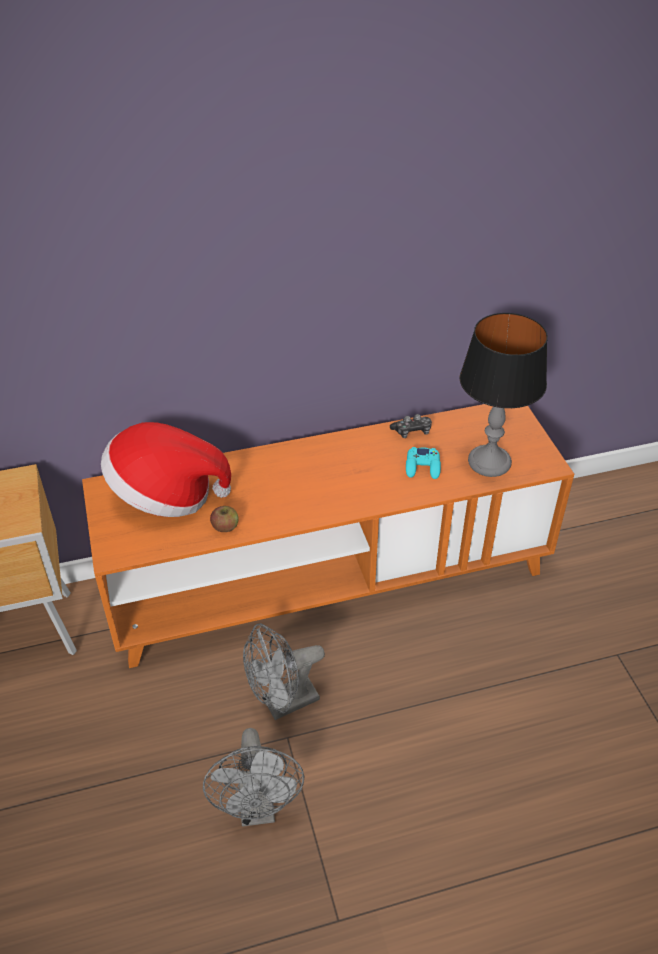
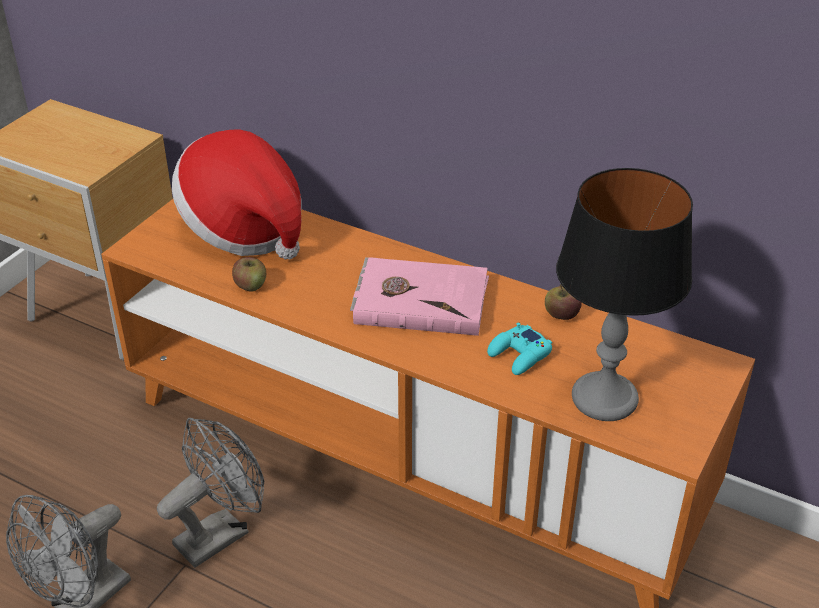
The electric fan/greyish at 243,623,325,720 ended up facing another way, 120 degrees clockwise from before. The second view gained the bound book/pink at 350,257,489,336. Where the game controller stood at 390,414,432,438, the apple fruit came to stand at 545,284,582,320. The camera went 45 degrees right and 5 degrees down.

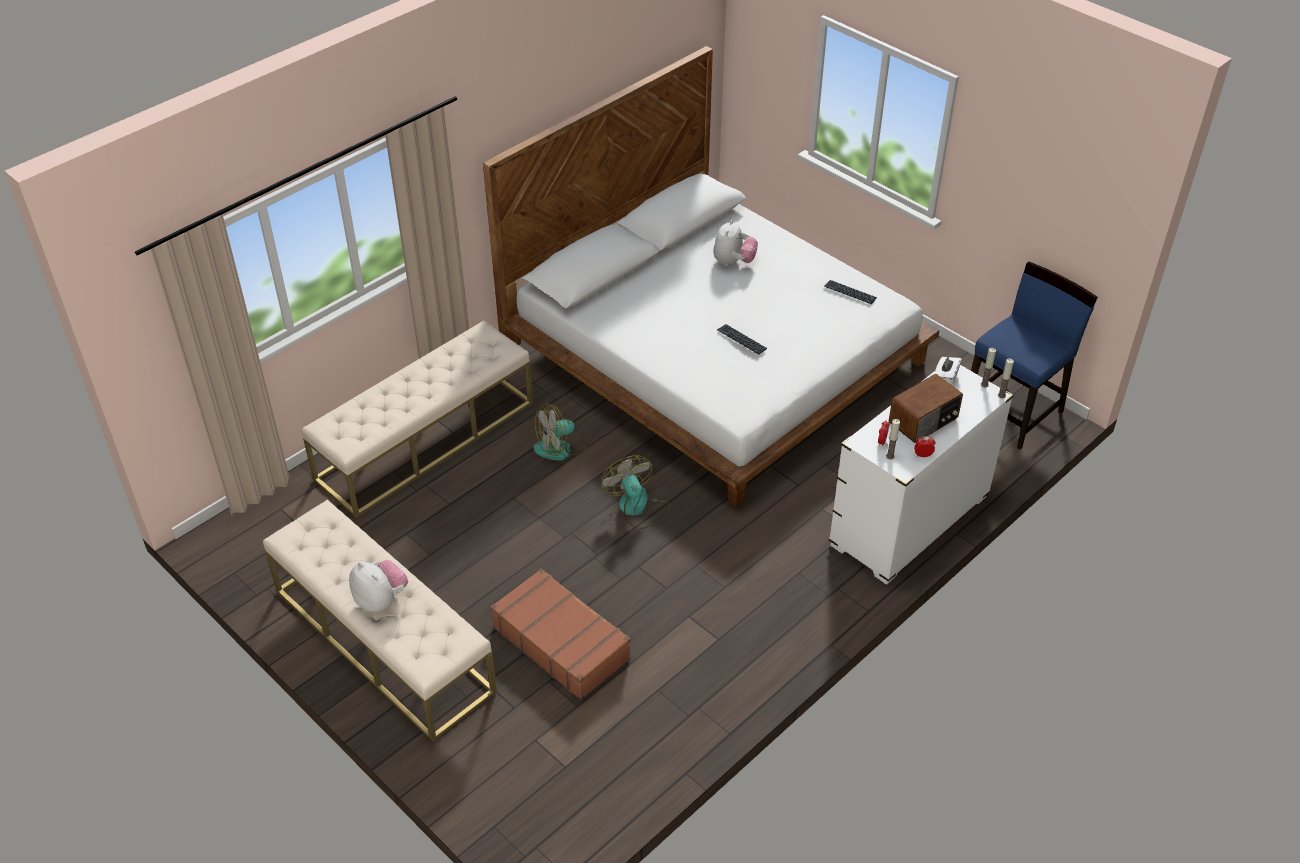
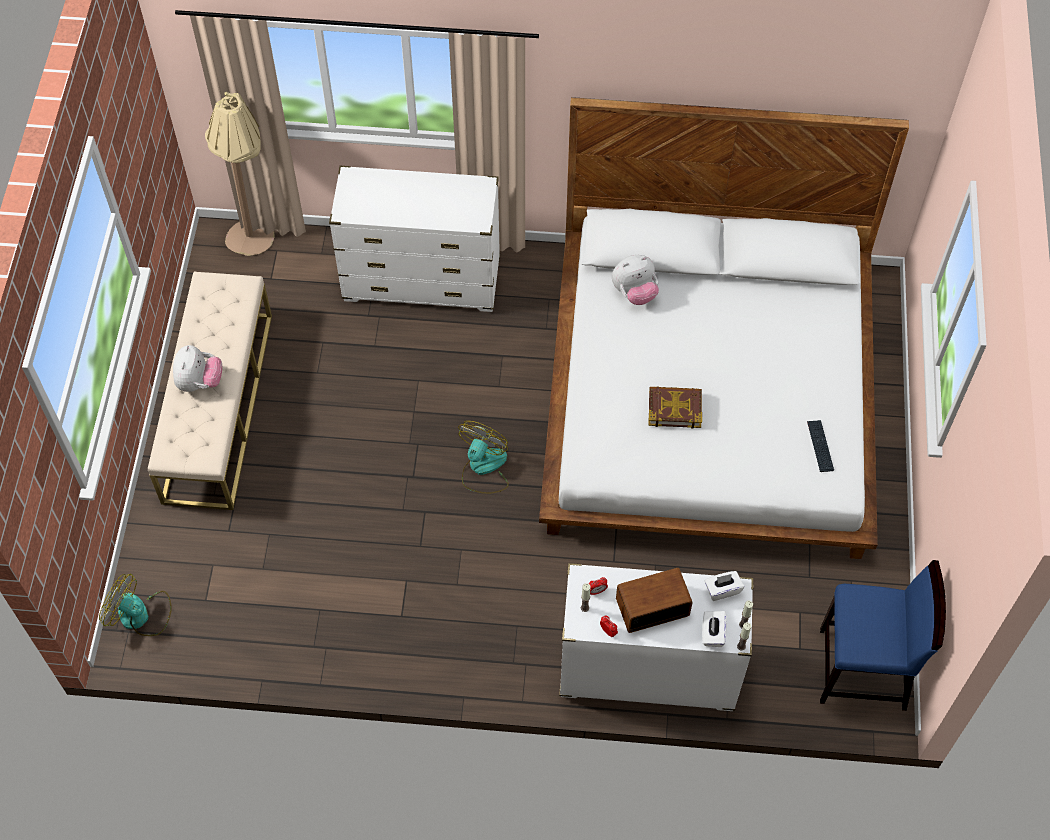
The electric fan ended up elsewhere, having gone from 533,404,588,461 to 99,574,172,636. The second view gained the standing lamp/sand-coloured at 205,91,275,256. Where the long seat/sand-coloured stood at 302,321,533,518, the dresser/white-coloured came to stand at 329,166,500,312. The cuddly toy ended up elsewhere, having gone from 713,220,758,266 to 612,255,659,305. The radio at 889,374,963,443 ended up facing another way, 150 degrees clockwise from before. Where the keyboard stood at 717,324,767,355, the bound book came to stand at 649,387,702,429. The second view gained the tissue holder/white-coloured at 702,611,726,647. The second view lost the piece of luggage/brown-coloured at 490,568,631,700. The camera went 50 degrees right and 15 degrees up.

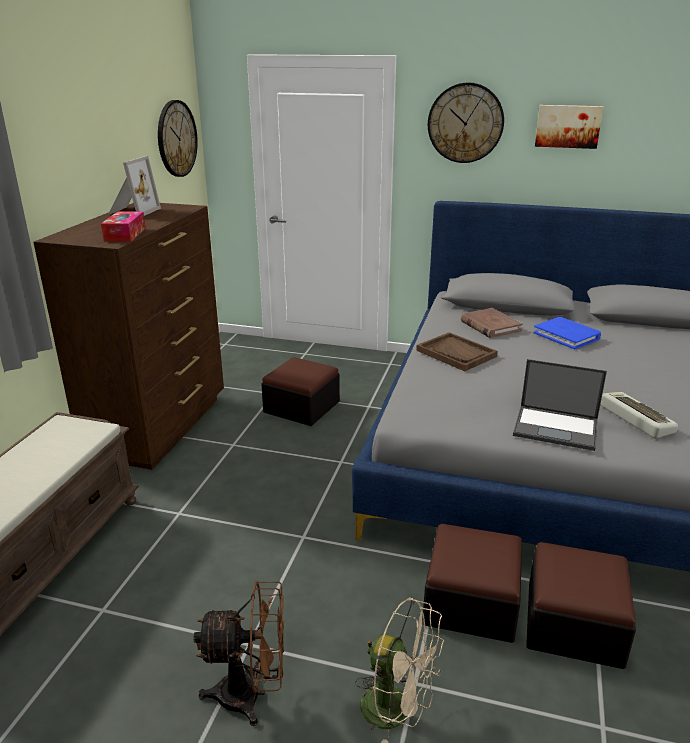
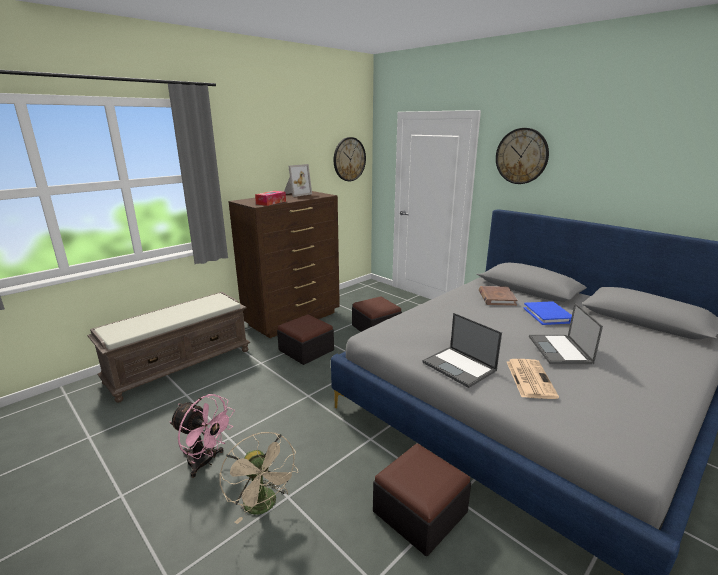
What was the electric fan/brown-coloured at 193,581,284,726 turned into the electric fan/pink at 169,394,235,478. The pouffe ended up elsewhere, having gone from 422,524,522,643 to 277,315,334,365. Where the keyboard stood at 600,392,678,438, the newspaper came to stand at 507,359,559,399. The second view gained the laptop at 529,303,603,364. The second view lost the carrying tray/brown-coloured at 416,332,498,371. The second view lost the wall art at 535,105,603,149. The camera went 30 degrees right and 5 degrees down.

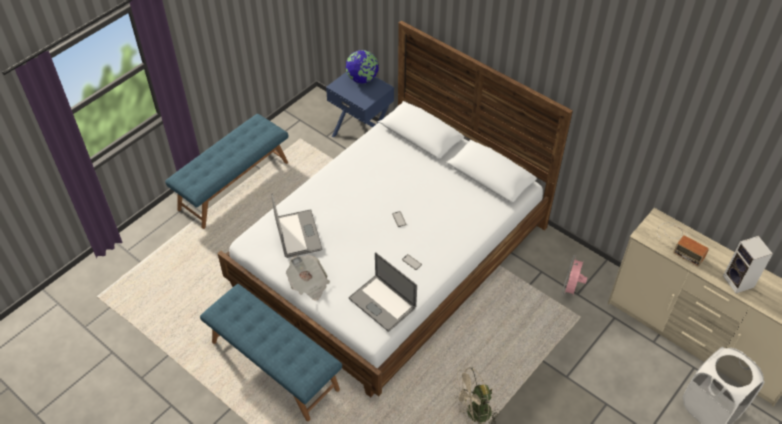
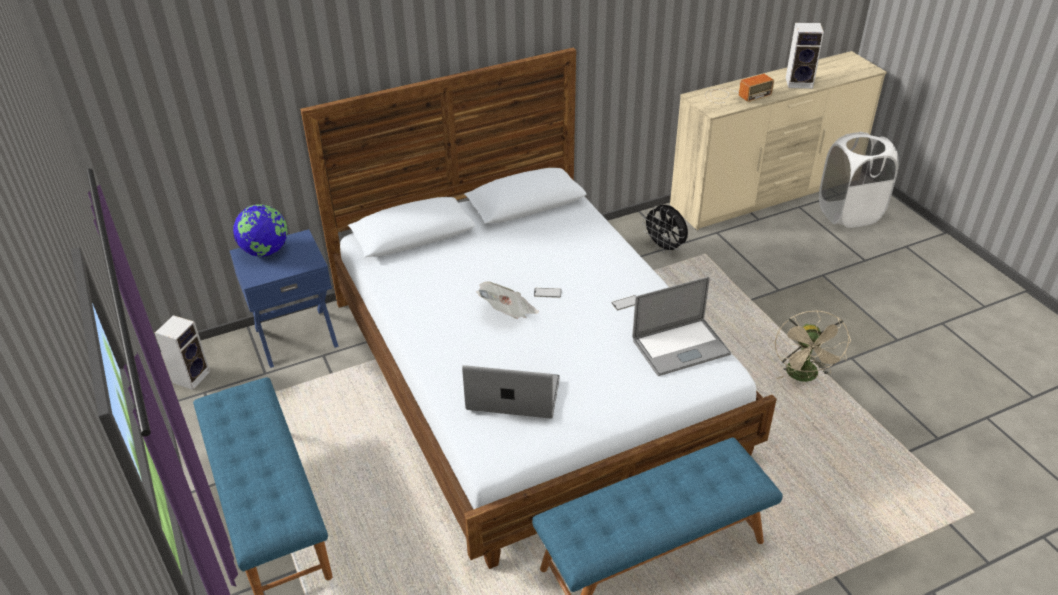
The second view gained the audio speaker at 155,315,211,390. The newspaper ended up elsewhere, having gone from 286,255,330,301 to 476,281,539,319. What was the electric fan/pink at 562,255,587,296 turned into the electric fan/black-coloured at 642,205,688,254. The camera went 65 degrees left and 10 degrees down.

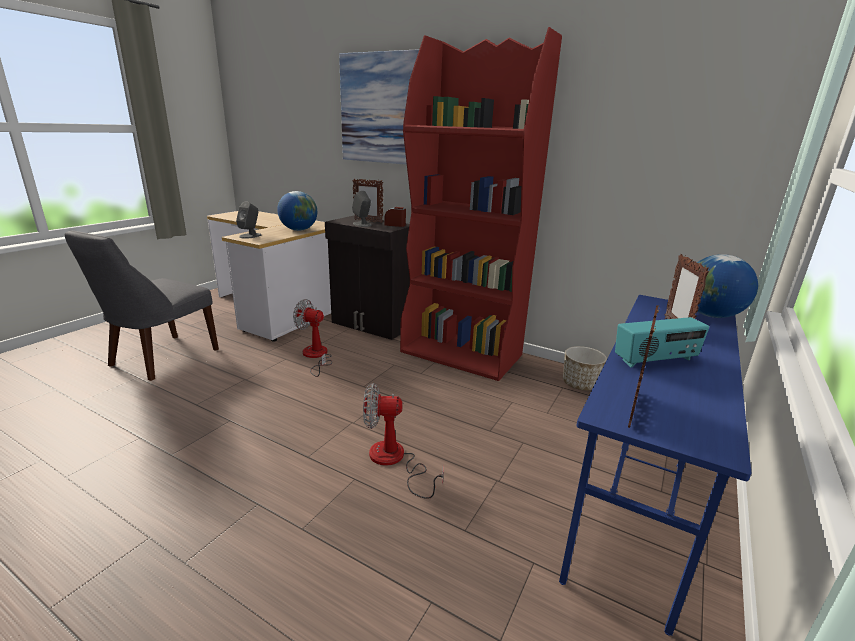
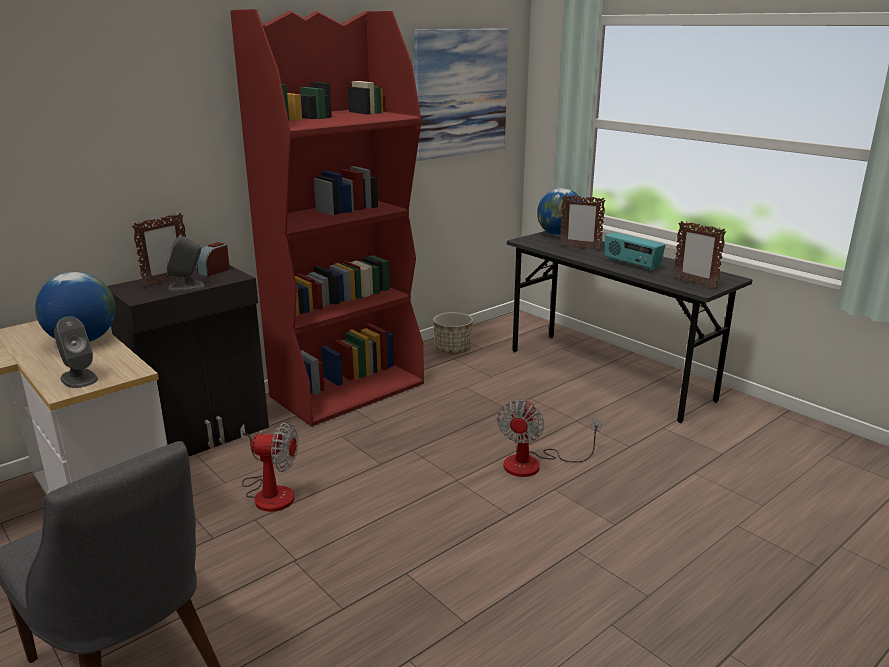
The electric fan at 293,299,332,377 ended up facing another way, 120 degrees counterclockwise from before. The wall art ended up elsewhere, having gone from 339,49,419,165 to 414,29,509,161. What was the desk/bluish at 559,295,751,636 turned into the desk/greyish at 507,231,752,423. The radio at 615,317,709,367 ended up facing another way, 135 degrees clockwise from before. The camera went 70 degrees left and 0 degrees up.

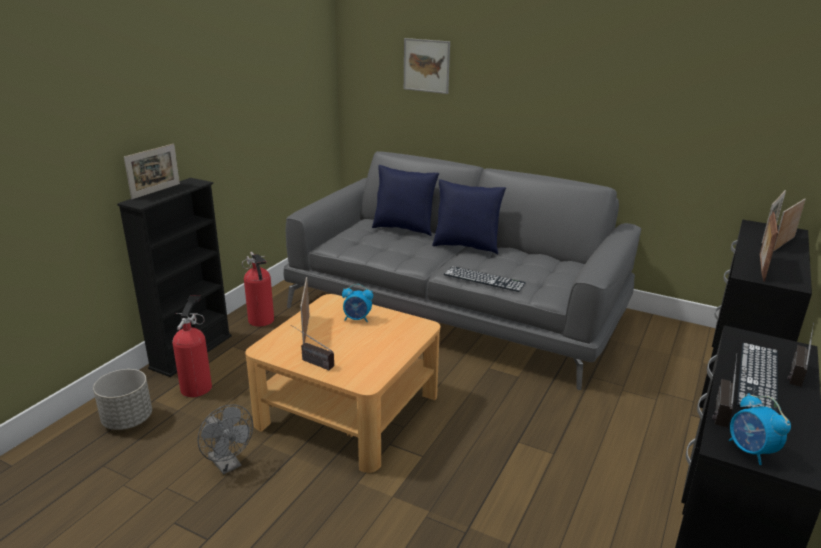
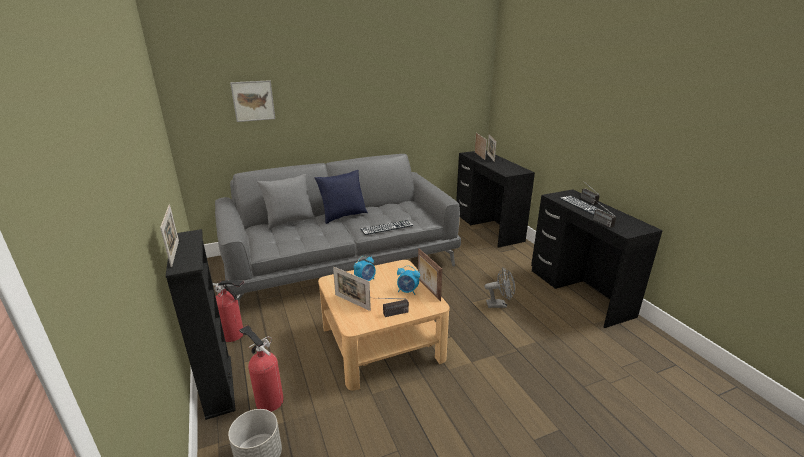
What was the cushion/bluish at 372,165,439,236 turned into the cushion/greyish at 257,174,316,229. The bedside clock ended up elsewhere, having gone from 729,394,791,465 to 397,265,420,295. The standing frame ended up elsewhere, having gone from 760,212,778,282 to 418,248,442,301. The electric fan/greyish ended up elsewhere, having gone from 197,404,253,475 to 484,267,515,308. The camera went 50 degrees left and 0 degrees up.

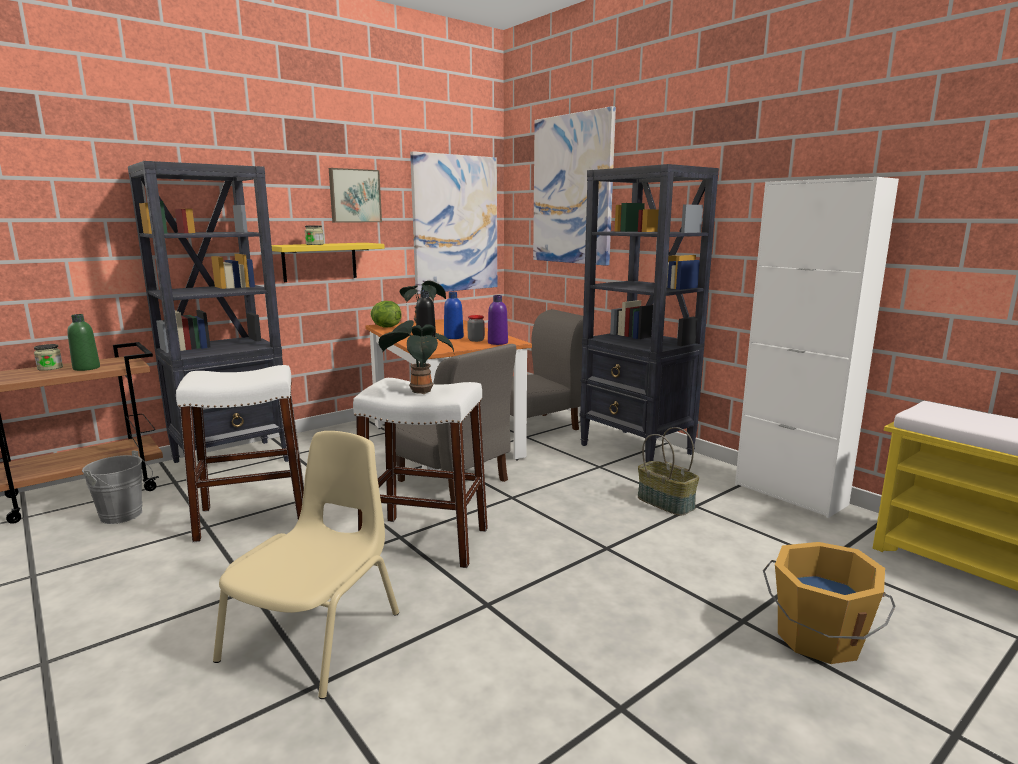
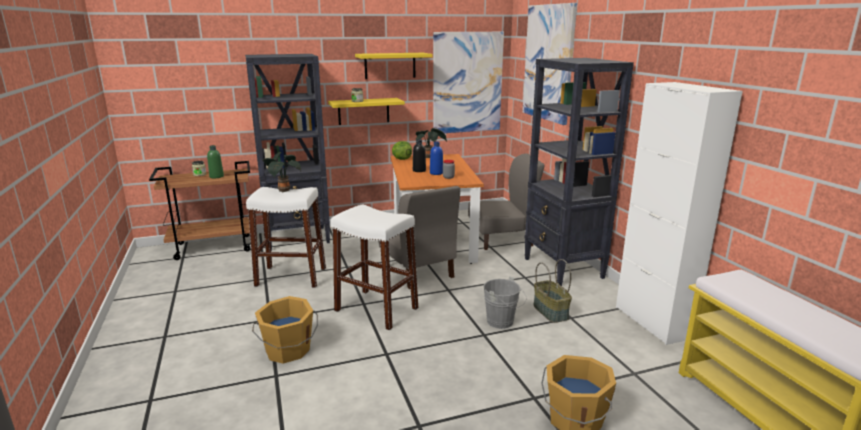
Where the upright chair/sand-coloured stood at 213,431,399,699, the bucket/orange came to stand at 252,296,318,364. The plant in a pot ended up elsewhere, having gone from 379,320,454,395 to 262,152,301,192. Where the wall art hung at 329,168,382,223, the wall shelf/yellow came to hang at 355,53,433,79. The bucket/greyish ended up elsewhere, having gone from 82,450,153,524 to 483,276,526,329. The second view lost the drink bottle/purple at 488,295,508,345. The camera went 20 degrees right and 5 degrees up.

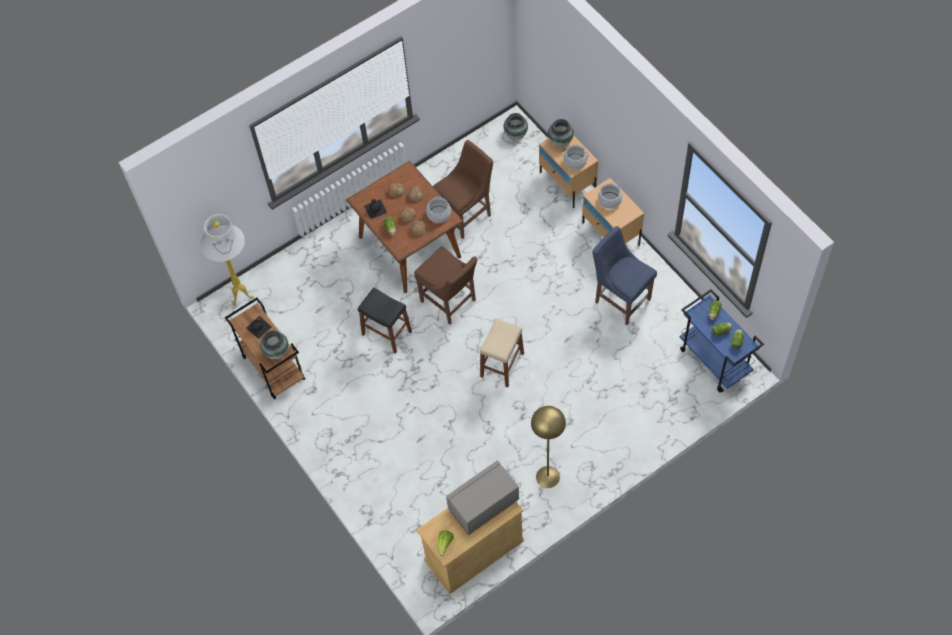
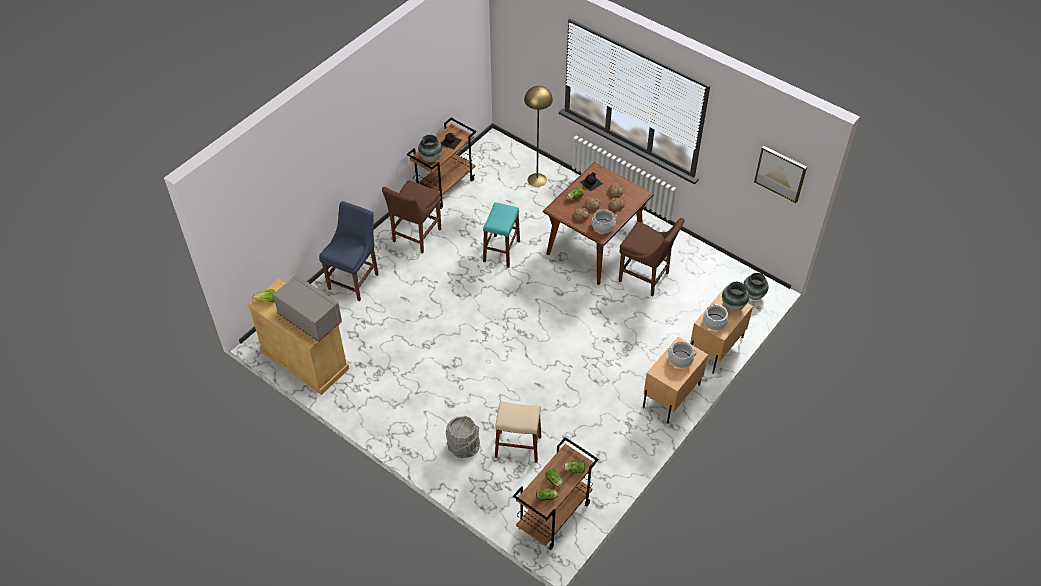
The upright chair/bluish ended up elsewhere, having gone from 592,226,657,325 to 319,201,379,301. The upright chair/brown-coloured ended up elsewhere, having gone from 414,246,478,325 to 382,181,441,254. The second view gained the bucket/greyish at 445,416,480,458. What was the sitting stool/black-coloured at 358,288,412,354 turned into the sitting stool/turquoise-coloured at 483,202,520,268. The sitting stool/sand-coloured ended up elsewhere, having gone from 480,319,524,387 to 495,401,541,463. What was the trolley/bluish at 680,289,764,393 turned into the trolley/brown-coloured at 513,437,599,550. The standing lamp/yellow ended up elsewhere, having gone from 531,406,566,488 to 524,86,553,187. The second view gained the wall art at 754,146,807,203. The second view lost the standing lamp/white-coloured at 200,214,254,305. The camera went 70 degrees right and 10 degrees down.

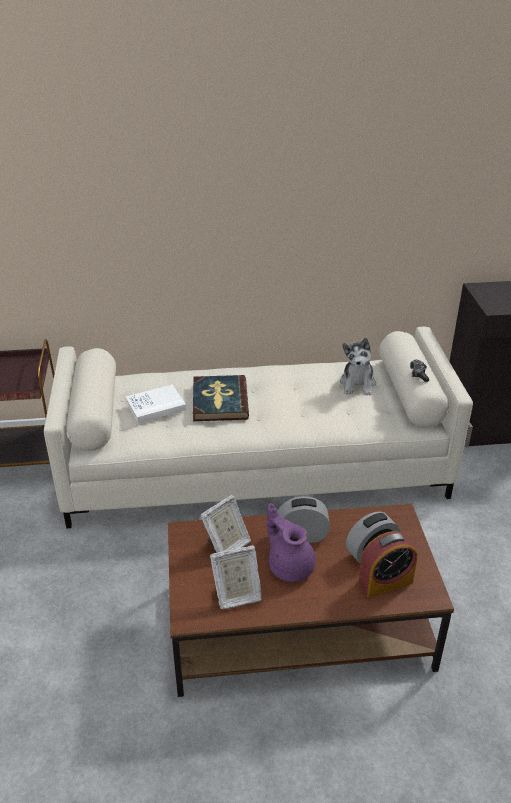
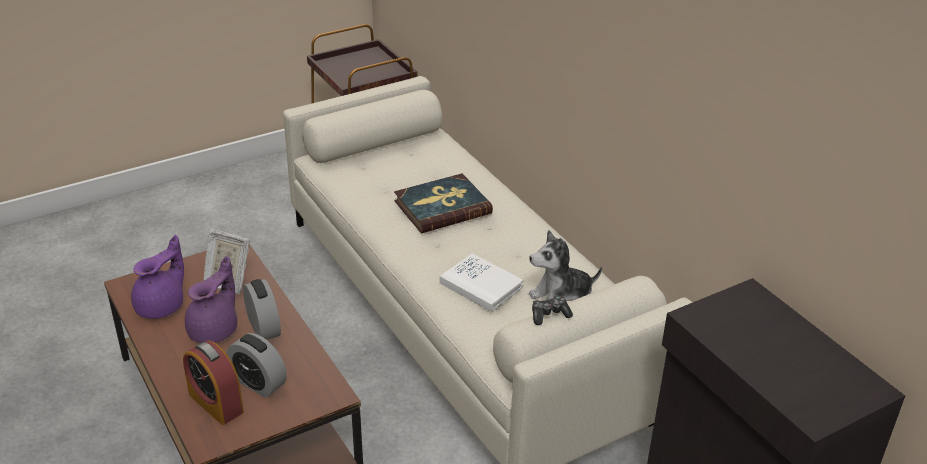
Where the standing frame stood at 210,545,262,609, the pot for tea/purple came to stand at 131,235,184,319. The bound book/white-coloured ended up elsewhere, having gone from 125,384,186,423 to 440,253,524,312. The camera went 65 degrees right and 0 degrees up.

